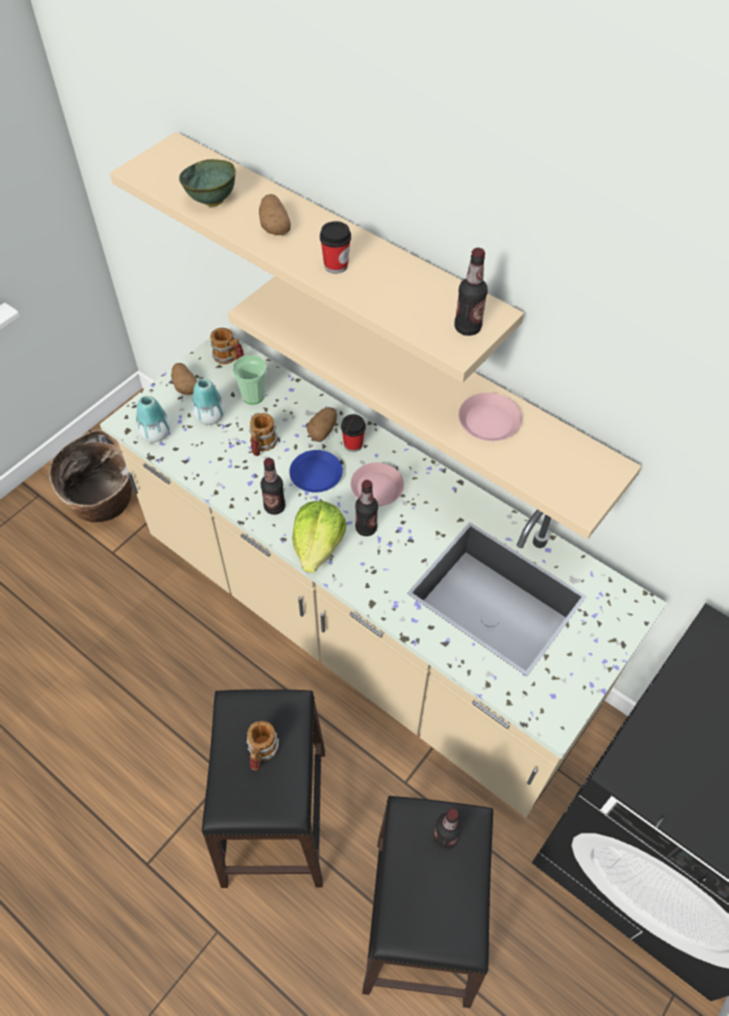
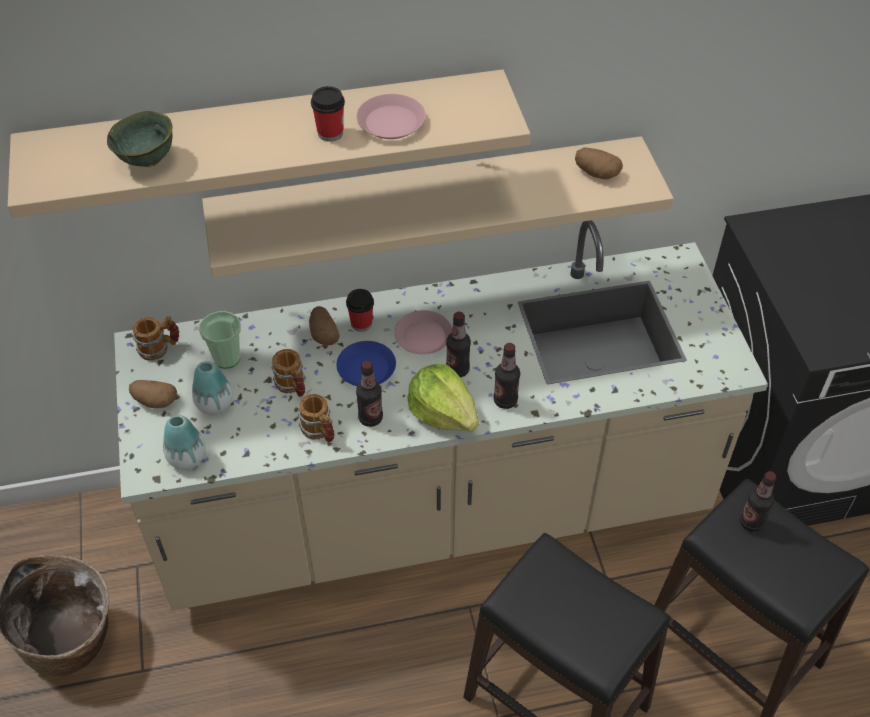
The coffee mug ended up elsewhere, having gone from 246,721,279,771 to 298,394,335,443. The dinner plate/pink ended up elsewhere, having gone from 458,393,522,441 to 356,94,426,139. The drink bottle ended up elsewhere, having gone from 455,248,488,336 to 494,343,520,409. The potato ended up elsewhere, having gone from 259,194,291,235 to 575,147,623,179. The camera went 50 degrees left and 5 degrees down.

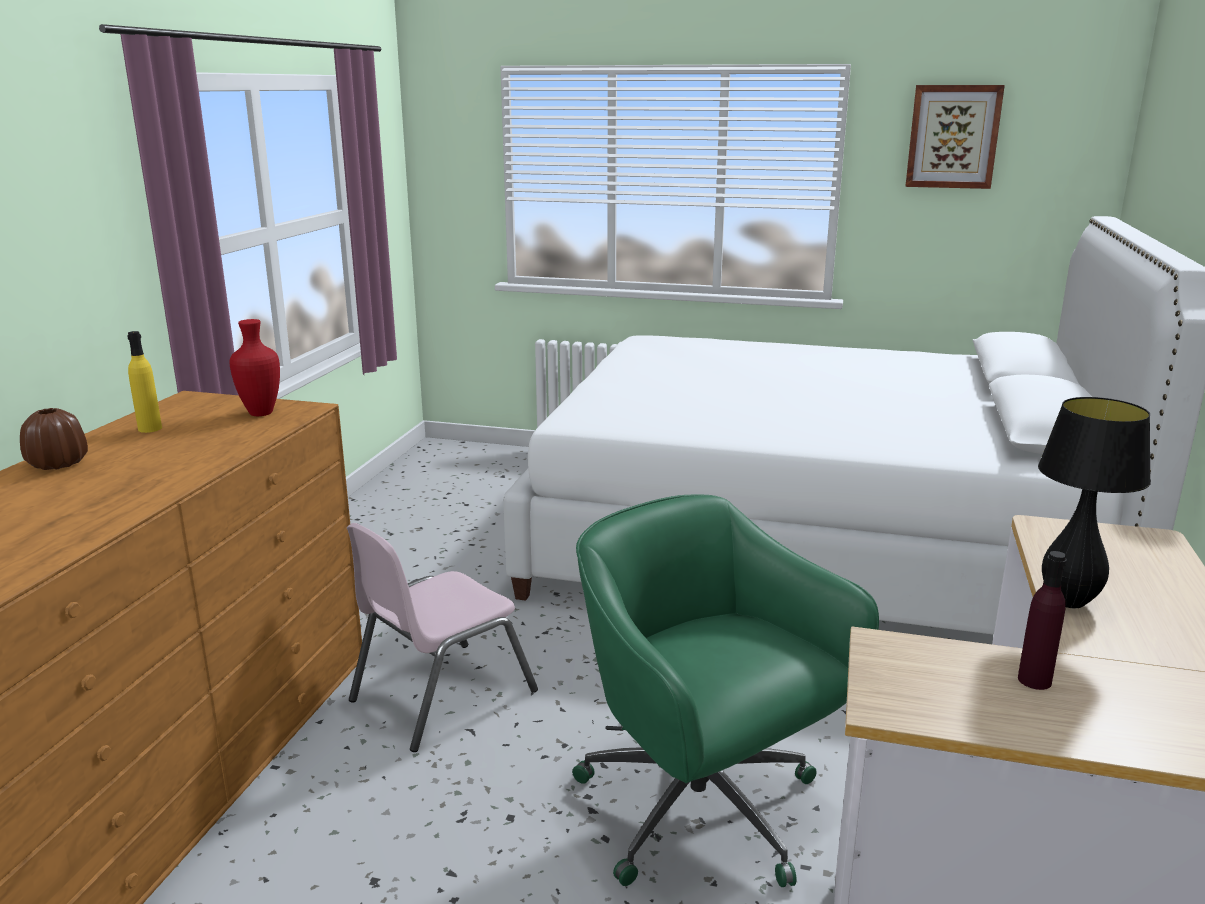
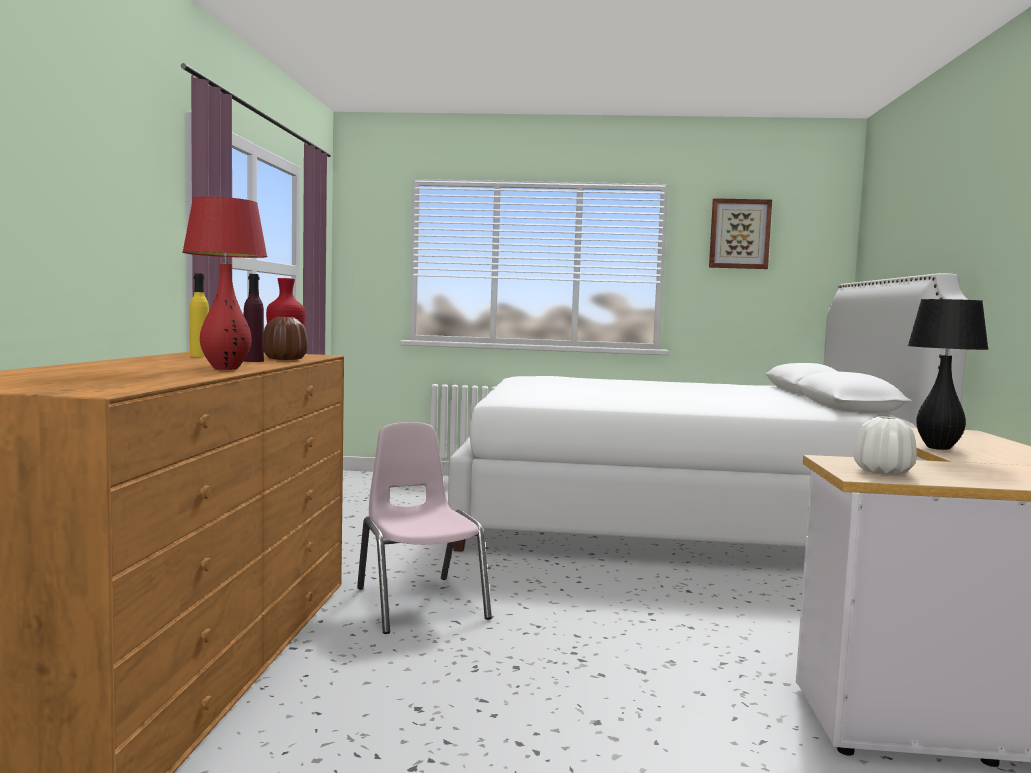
The second view gained the tabletop lamp/red at 182,196,268,370. The drink bottle/purple ended up elsewhere, having gone from 1018,551,1067,690 to 244,274,264,362. The decorative vase/brown-coloured ended up elsewhere, having gone from 20,408,88,470 to 264,317,308,360. The upright chair/pink at 347,523,538,752 ended up facing another way, 120 degrees clockwise from before. The second view gained the decorative vase/white-coloured at 854,417,917,475. The second view lost the desk chair/green at 572,495,879,887. The camera went 10 degrees left and 15 degrees down.

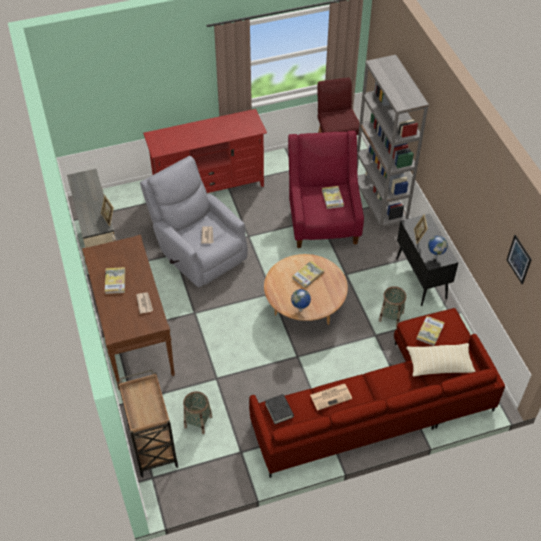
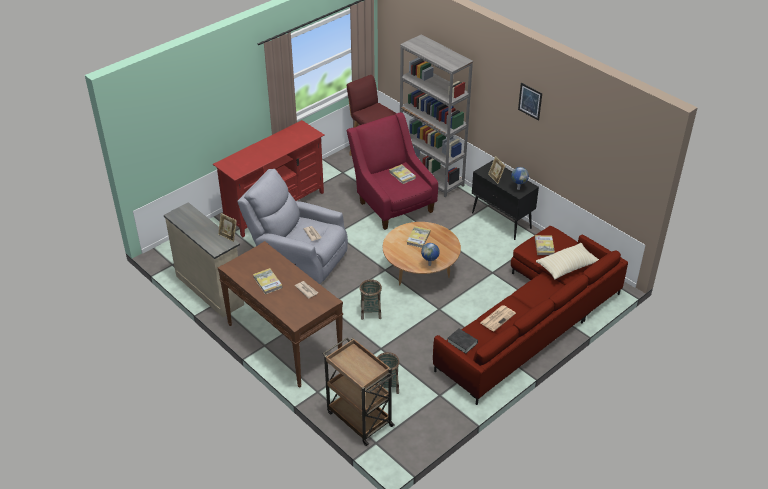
The storage basket ended up elsewhere, having gone from 379,286,406,327 to 360,279,382,320. The wall art ended up elsewhere, having gone from 507,235,532,284 to 518,83,542,121. The camera went 25 degrees left and 10 degrees down.

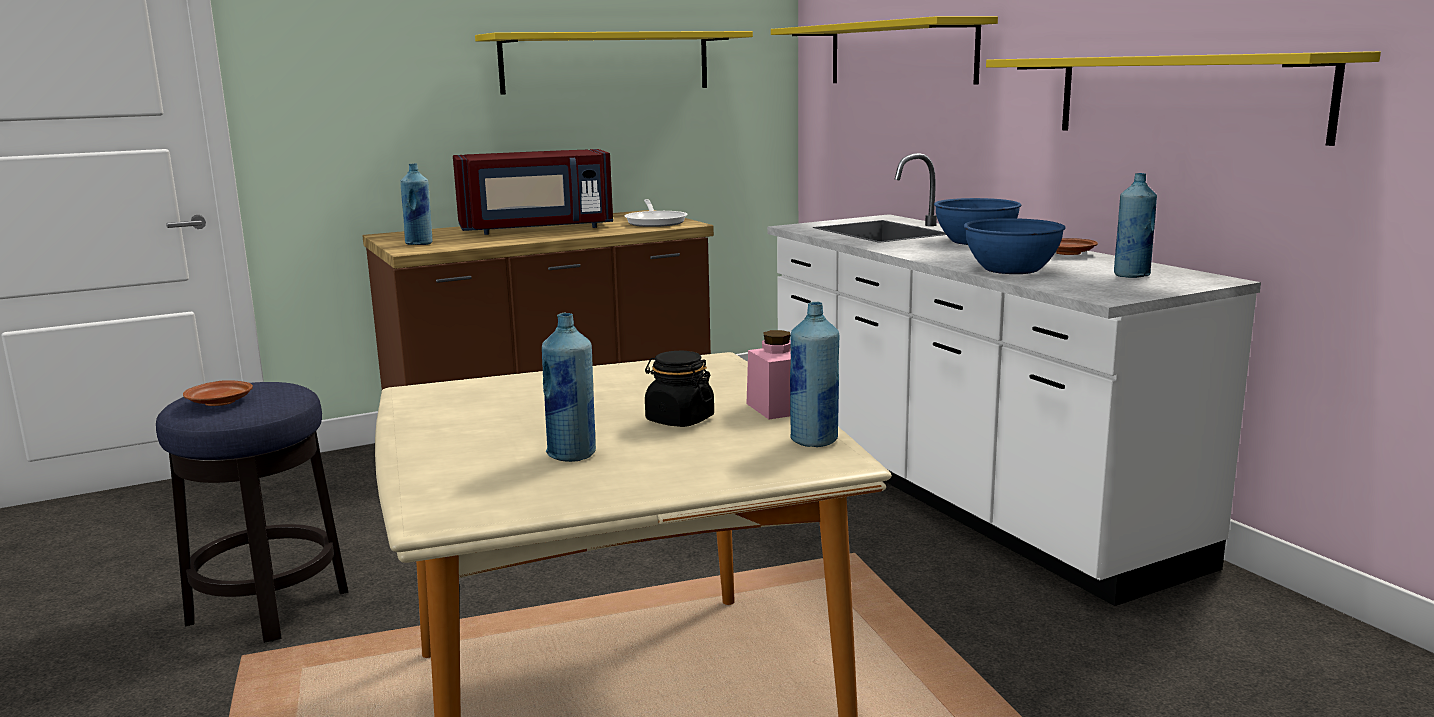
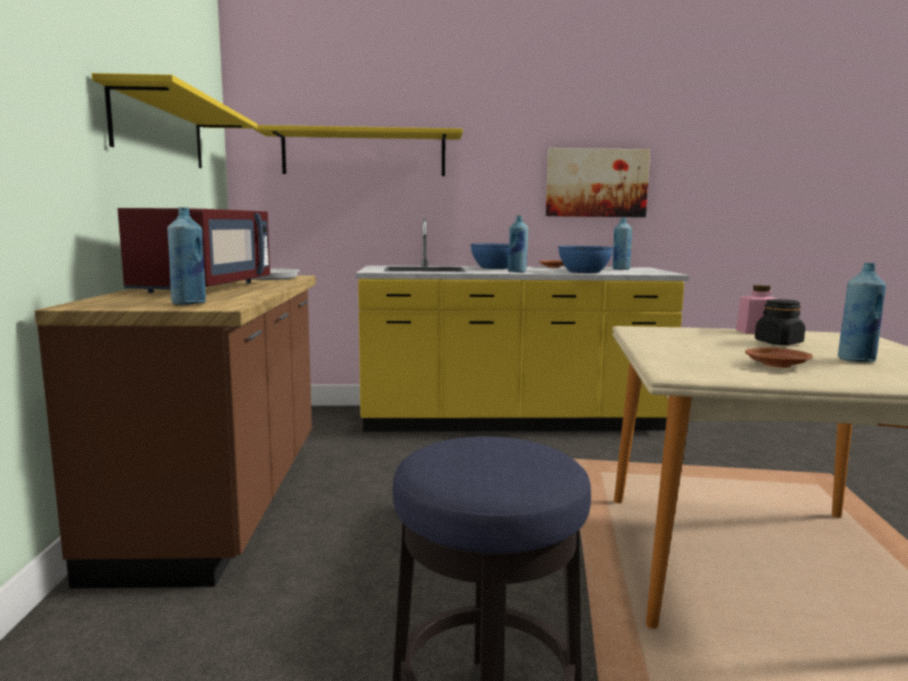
What was the kitchen counter/white-coloured at 767,153,1261,606 turned into the kitchen counter/yellow at 356,218,689,431. The drink bottle/bluish ended up elsewhere, having gone from 790,302,839,447 to 507,216,528,273. Where the wall shelf/yellow hung at 986,51,1381,146, the wall art came to hang at 546,148,650,217. The dinner plate/brown-coloured ended up elsewhere, having gone from 183,380,253,406 to 745,347,813,368. The camera went 65 degrees left and 5 degrees down.

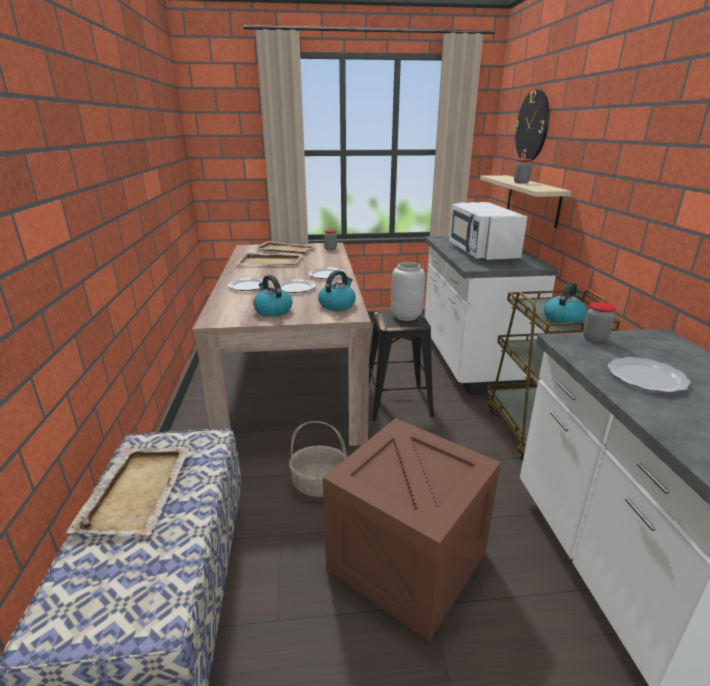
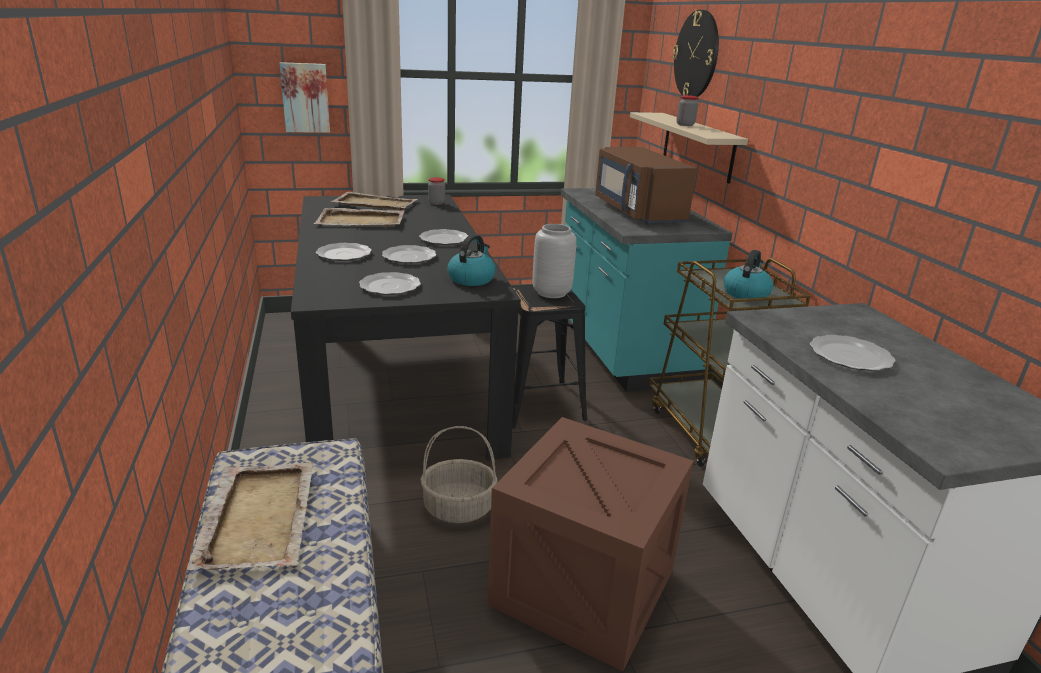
The second view gained the wall art at 279,62,330,133. What was the kitchen table/sand-coloured at 192,242,371,446 turned into the kitchen table/black-coloured at 291,195,521,460. Where the water kettle stood at 253,275,292,317, the dinner plate came to stand at 359,272,421,295. What was the kitchen counter/white-coloured at 425,236,558,395 turned into the kitchen counter/turquoise-coloured at 561,188,732,392. What was the kitchen microwave/white-coloured at 449,202,528,262 turned into the kitchen microwave/brown-coloured at 595,147,697,224. The second view lost the storage jar at 583,302,616,343. The camera went 10 degrees left and 0 degrees up.

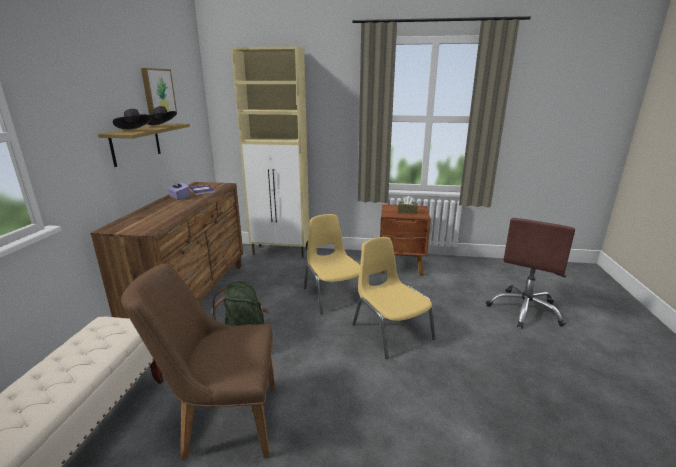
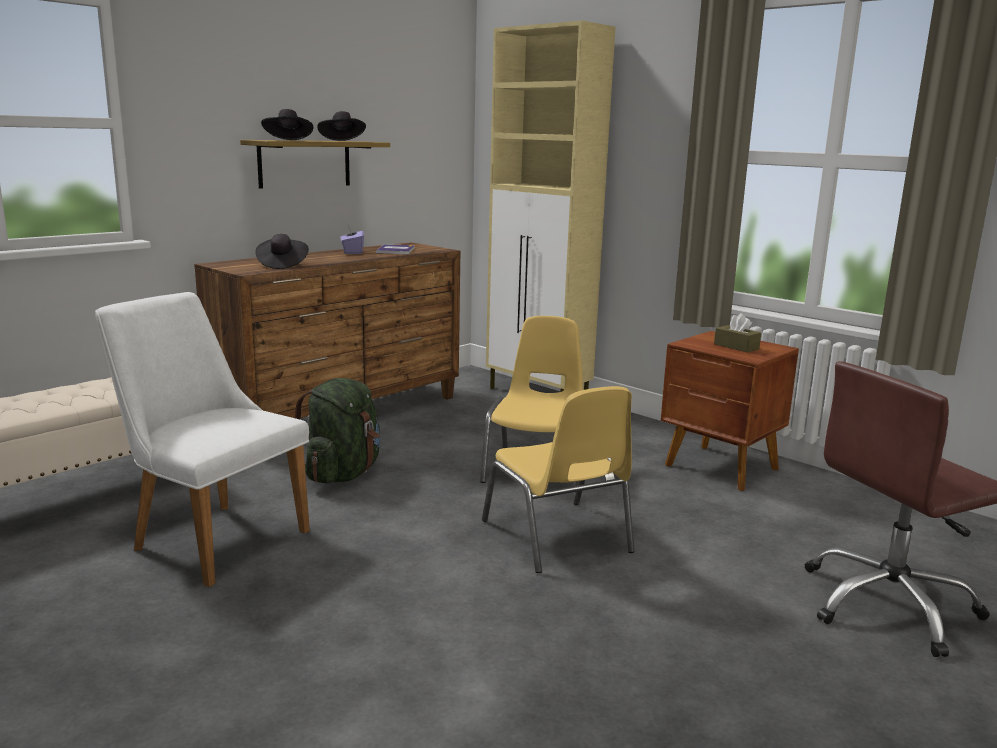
What was the upright chair/brown-coloured at 121,264,275,460 turned into the upright chair/white-coloured at 95,292,310,587. The second view gained the wearable hat/black-coloured at 255,234,309,269. The upright chair/yellow at 353,237,436,359 ended up facing another way, 150 degrees clockwise from before. The second view lost the wall art at 141,68,177,115. The camera went 35 degrees right and 5 degrees down.

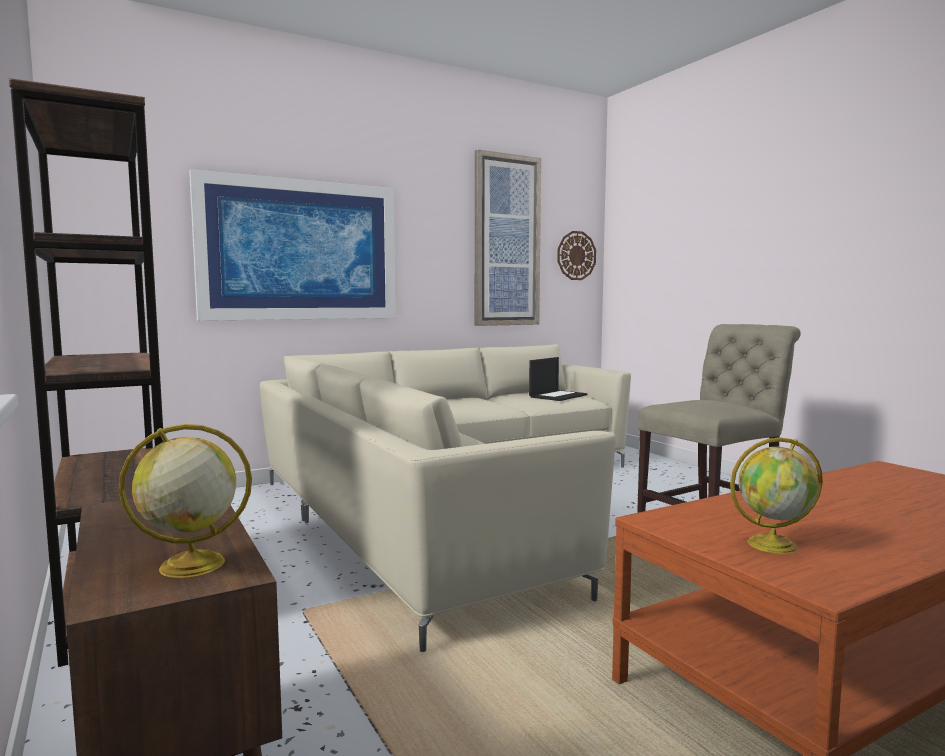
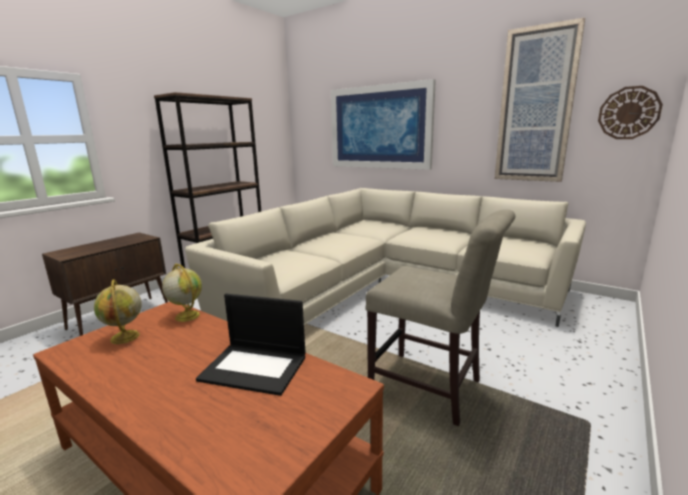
The desk globe ended up elsewhere, having gone from 119,424,252,578 to 162,264,202,322. The laptop ended up elsewhere, having gone from 529,357,588,401 to 196,294,306,396. The camera went 65 degrees right and 10 degrees up.

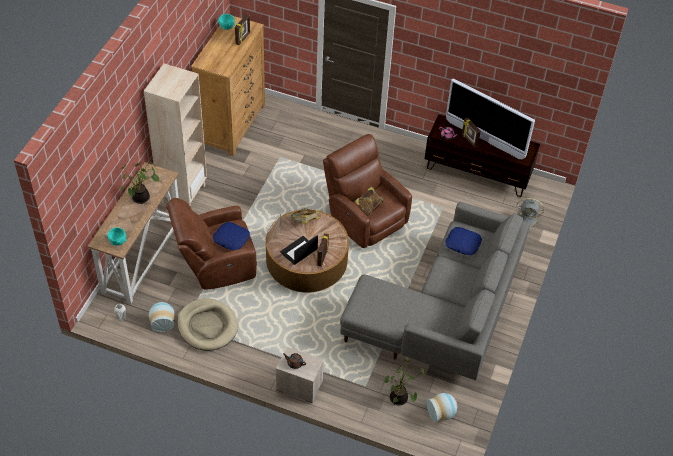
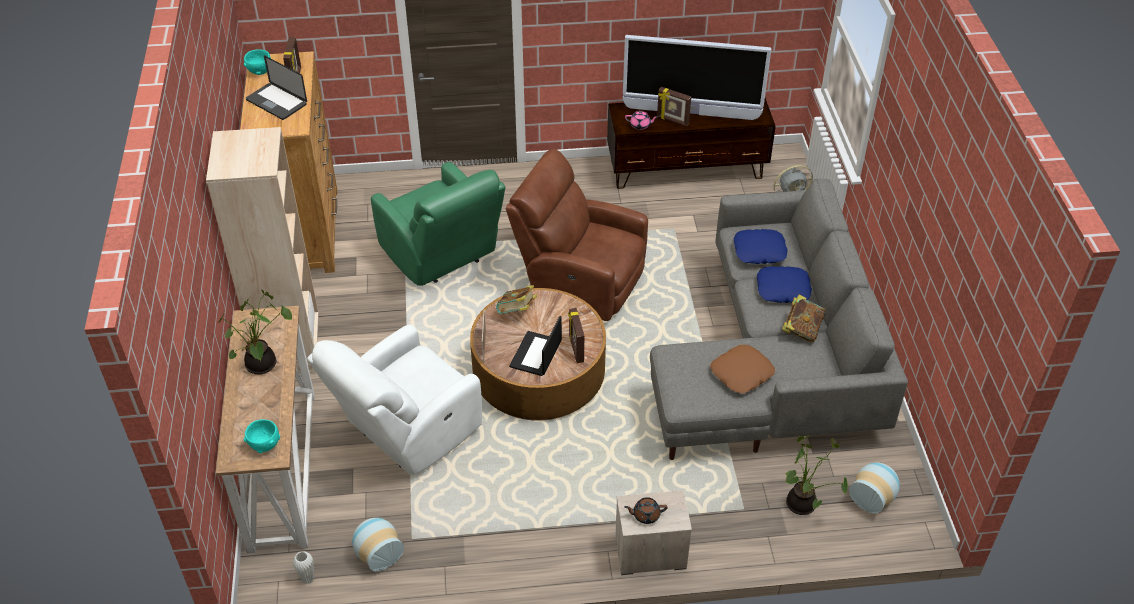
The second view gained the laptop at 246,56,307,120. What was the armchair/brown-coloured at 166,198,257,290 turned into the armchair/white-coloured at 307,325,482,475. The second view gained the armchair/green at 371,162,505,286. The second view gained the cushion/brown-coloured at 710,345,775,393. The cushion/bluish ended up elsewhere, having gone from 213,222,250,251 to 757,266,812,303. The bound book ended up elsewhere, having gone from 355,187,384,215 to 782,295,825,342. The second view lost the dog cushion/sand-coloured at 177,298,238,351. The camera went 25 degrees left and 5 degrees down.

